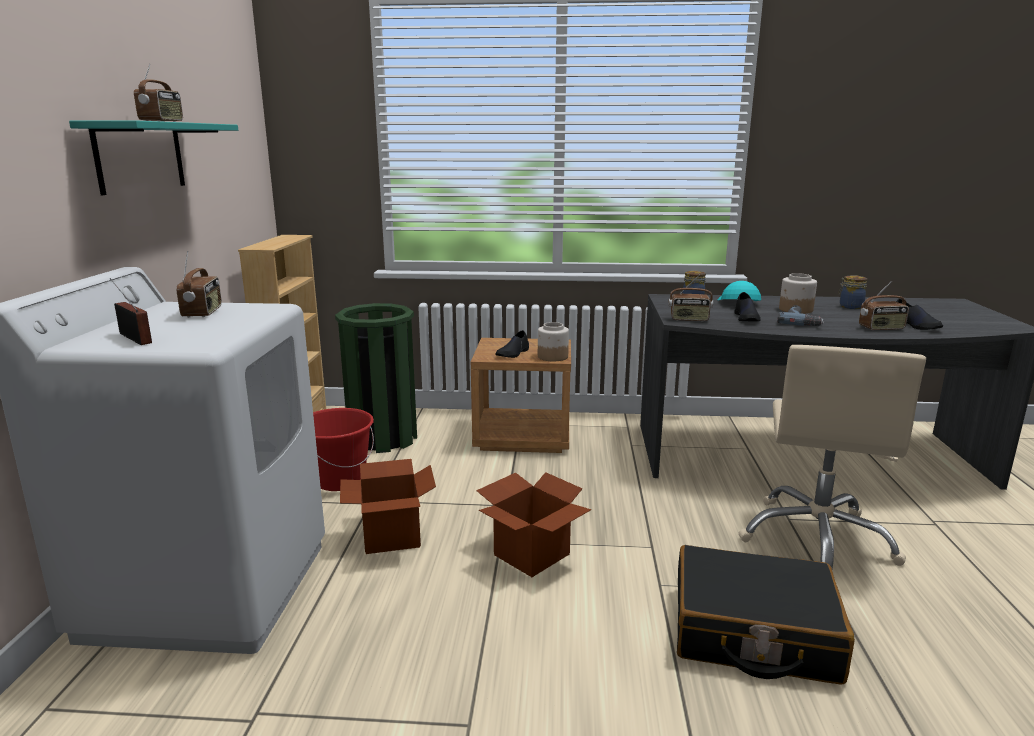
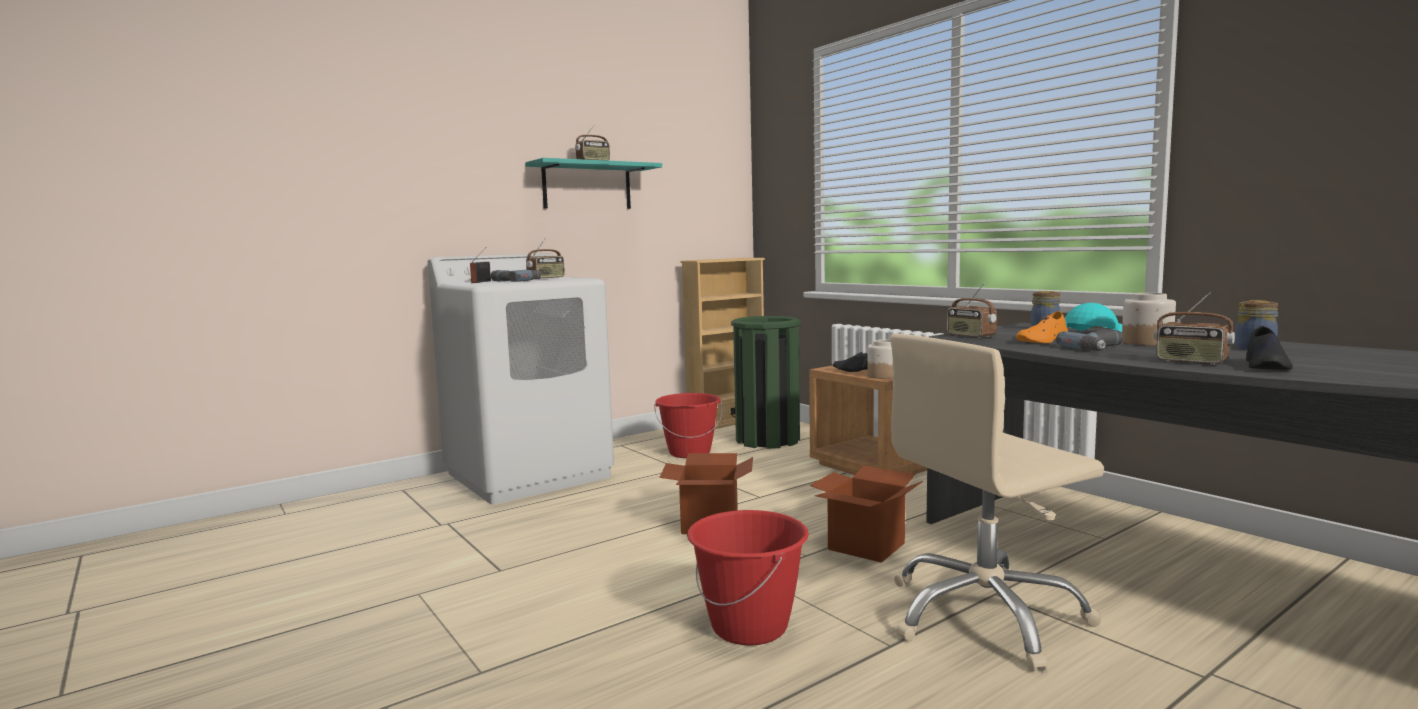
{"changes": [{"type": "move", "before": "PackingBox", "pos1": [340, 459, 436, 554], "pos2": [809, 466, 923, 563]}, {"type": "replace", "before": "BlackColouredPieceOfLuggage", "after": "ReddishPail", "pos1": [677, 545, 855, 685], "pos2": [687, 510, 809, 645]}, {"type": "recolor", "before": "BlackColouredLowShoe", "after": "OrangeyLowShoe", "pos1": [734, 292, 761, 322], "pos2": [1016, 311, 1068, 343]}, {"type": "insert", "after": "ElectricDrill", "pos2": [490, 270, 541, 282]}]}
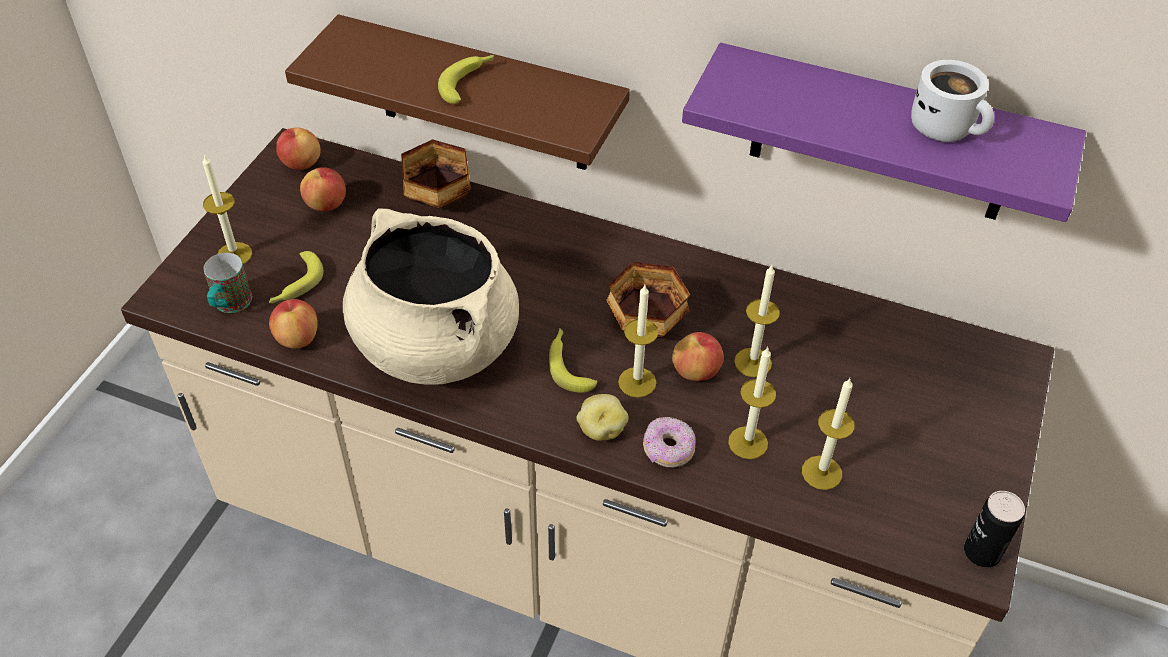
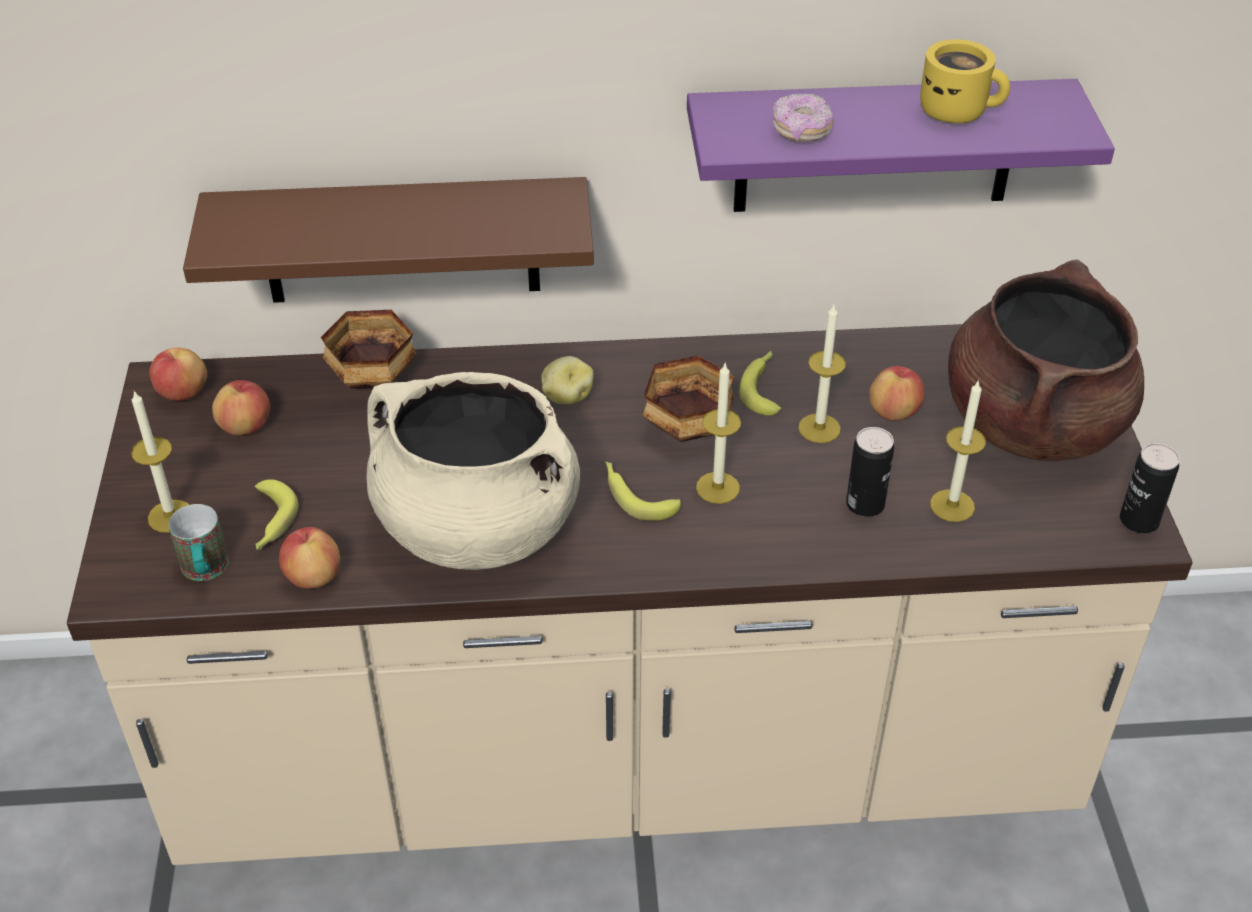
{"changes": [{"type": "move", "before": "BananaFruit", "pos1": [438, 55, 494, 104], "pos2": [739, 351, 781, 416]}, {"type": "move", "before": "WholePotato", "pos1": [576, 394, 629, 441], "pos2": [541, 356, 594, 404]}, {"type": "move", "before": "RingDoughnut", "pos1": [643, 417, 696, 467], "pos2": [773, 94, 833, 142]}, {"type": "move", "before": "Apple", "pos1": [672, 332, 724, 381], "pos2": [869, 366, 925, 421]}, {"type": "replace", "before": "WaxLight", "after": "Can", "pos1": [728, 346, 776, 459], "pos2": [846, 427, 894, 517]}, {"type": "recolor", "before": "WhitishMug", "after": "YellowishMug", "pos1": [911, 60, 994, 142], "pos2": [920, 39, 1010, 123]}, {"type": "insert", "after": "BrownSaucepot", "pos2": [948, 260, 1144, 461]}]}
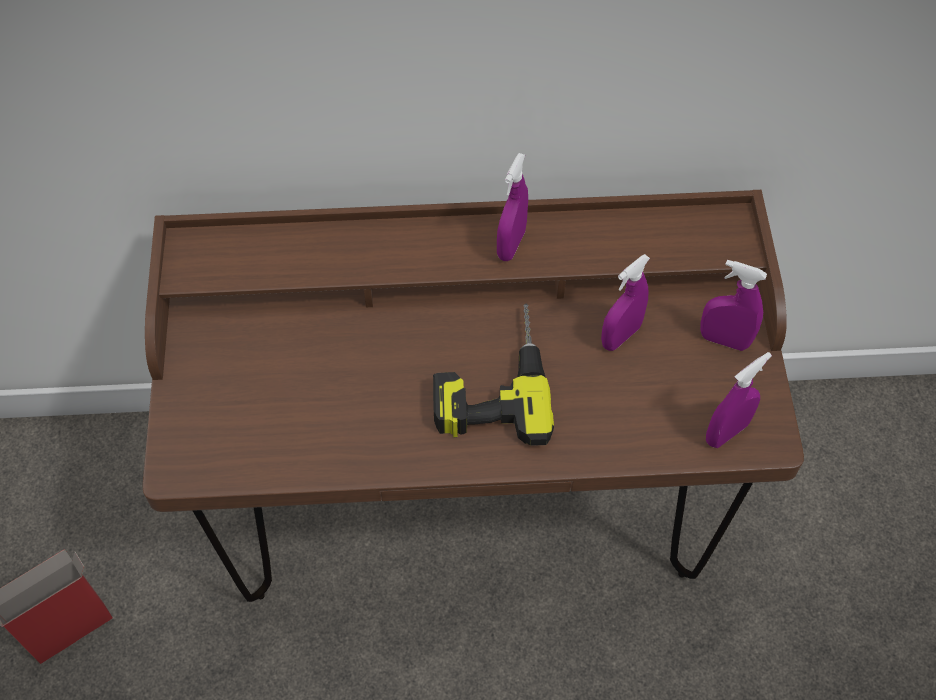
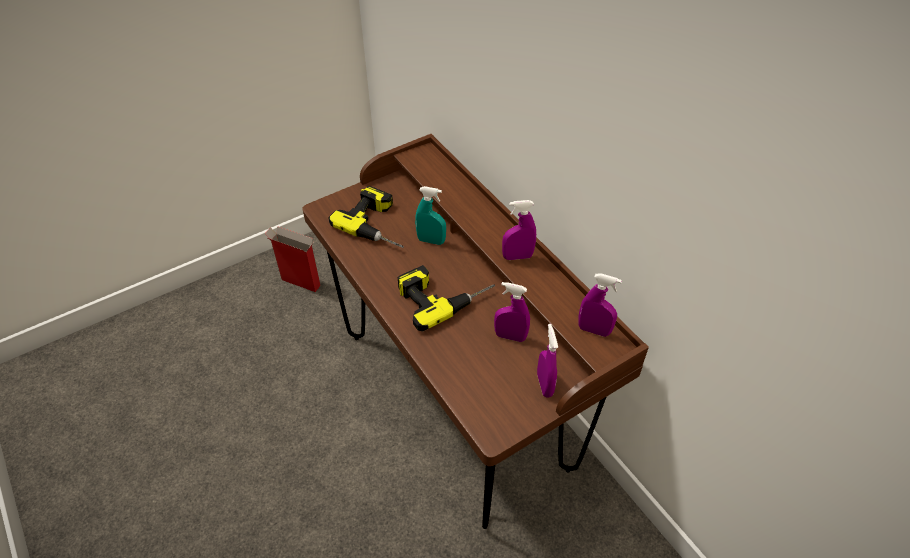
{"changes": [{"type": "move", "before": "PurpleColouredHandSprayer", "pos1": [706, 352, 772, 448], "pos2": [578, 273, 622, 337]}, {"type": "insert", "after": "ElectricDrill", "pos2": [328, 186, 404, 248]}, {"type": "insert", "after": "TurquoiseColouredHandSprayer", "pos2": [415, 186, 446, 245]}]}
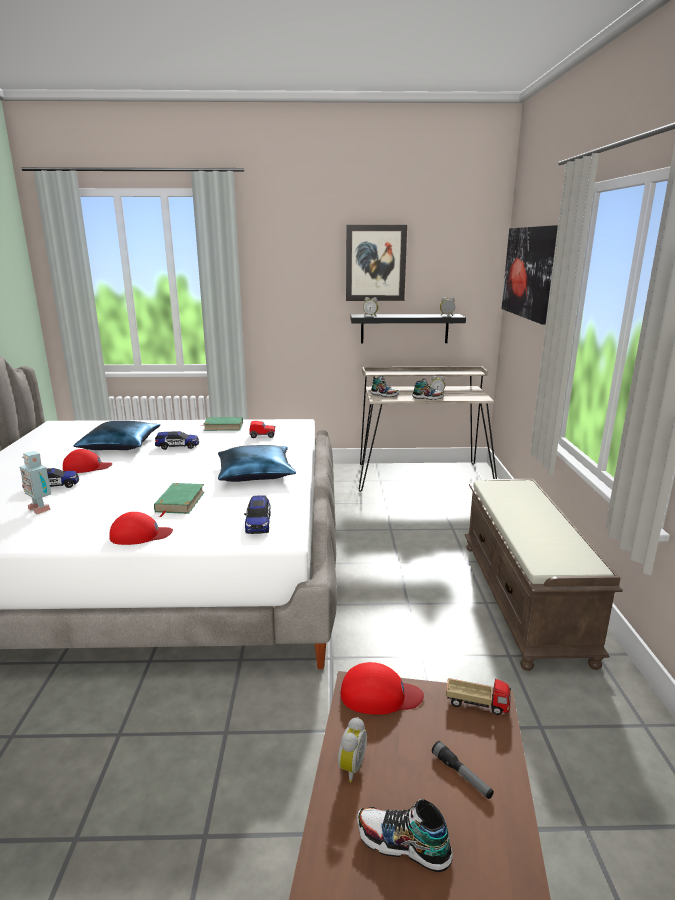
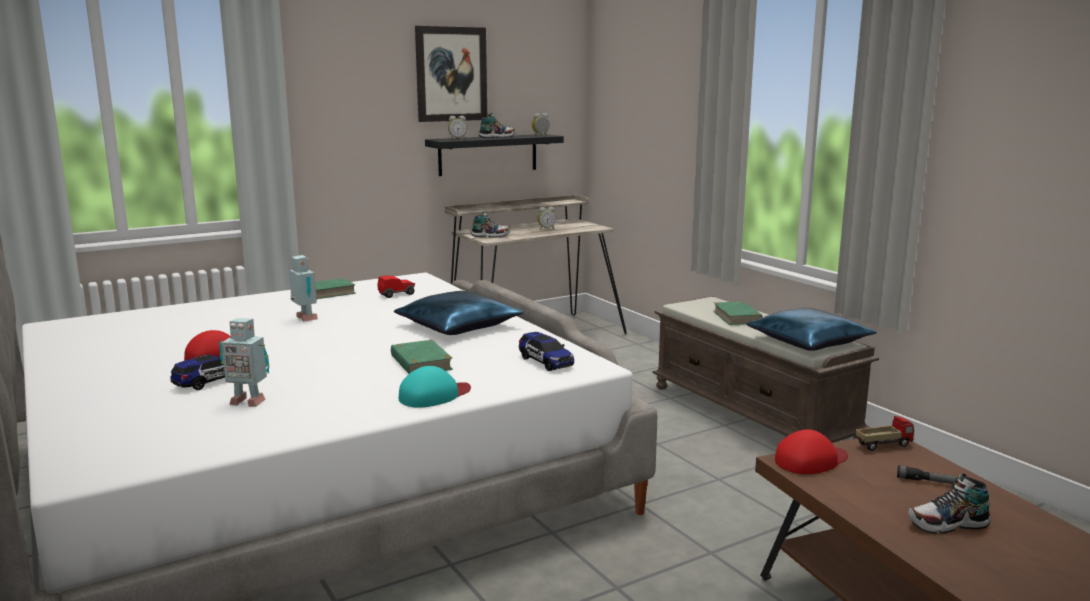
{"changes": [{"type": "move", "before": "BluishPillow", "pos1": [74, 421, 160, 450], "pos2": [746, 308, 877, 351]}, {"type": "recolor", "before": "ReddishBaseballCap", "after": "TurquoiseColouredBaseballCap", "pos1": [109, 512, 173, 545], "pos2": [399, 366, 471, 408]}, {"type": "replace", "before": "ToyCar", "after": "ModelRobot", "pos1": [155, 431, 199, 450], "pos2": [289, 255, 318, 321]}, {"type": "delete", "before": "TableClock", "pos1": [338, 717, 367, 782]}, {"type": "move", "before": "LowShoe", "pos1": [412, 378, 444, 400], "pos2": [479, 113, 516, 138]}, {"type": "delete", "before": "WallArt", "pos1": [502, 225, 558, 325]}, {"type": "insert", "after": "GreenVolume", "pos2": [713, 301, 763, 325]}]}
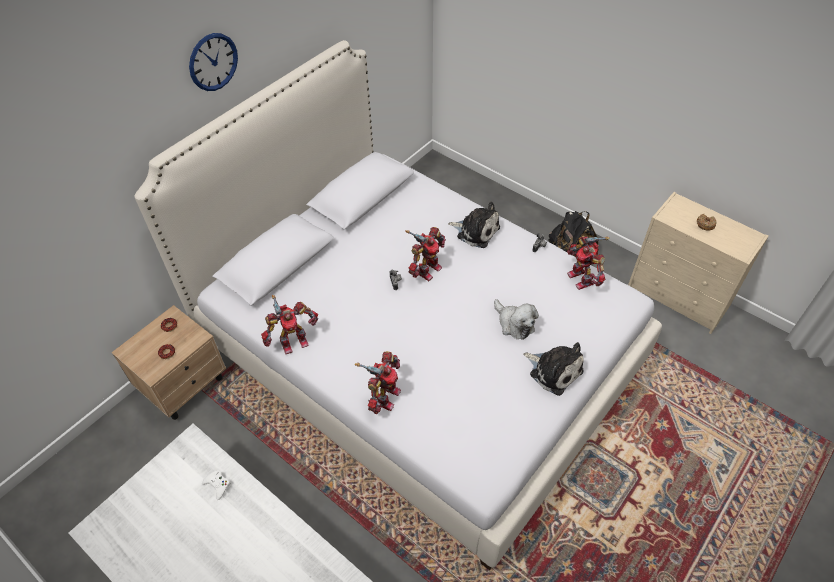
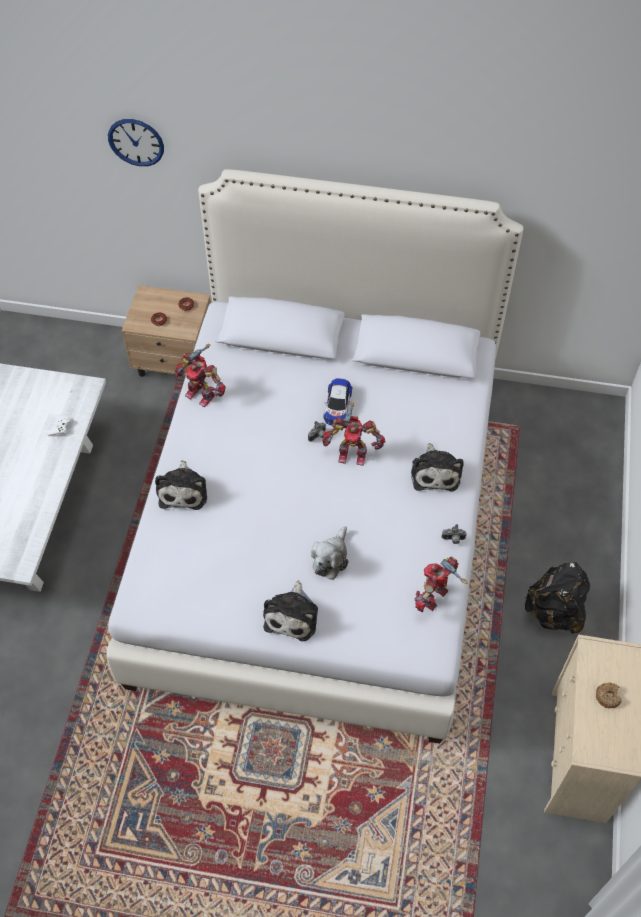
{"changes": [{"type": "move", "before": "ClockOnTheWall", "pos1": [189, 33, 238, 91], "pos2": [108, 119, 164, 166]}, {"type": "replace", "before": "ModelRobot", "after": "CuddlyToy", "pos1": [355, 351, 401, 414], "pos2": [155, 460, 207, 510]}, {"type": "insert", "after": "ToyCar", "pos2": [324, 379, 353, 426]}]}
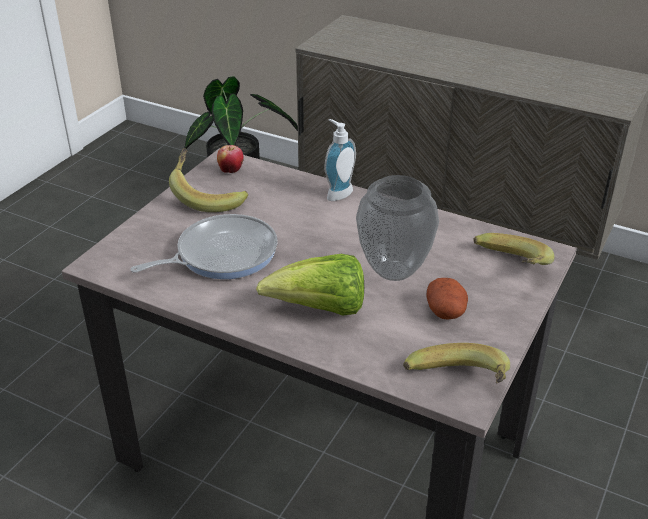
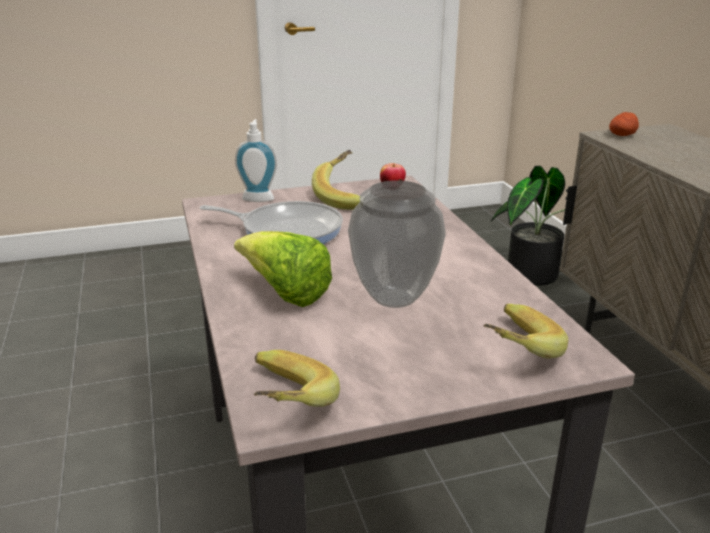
{"changes": [{"type": "move", "before": "SoapDispenser", "pos1": [325, 119, 356, 201], "pos2": [235, 119, 277, 202]}, {"type": "move", "before": "WholePotato", "pos1": [426, 278, 468, 319], "pos2": [609, 112, 639, 136]}]}
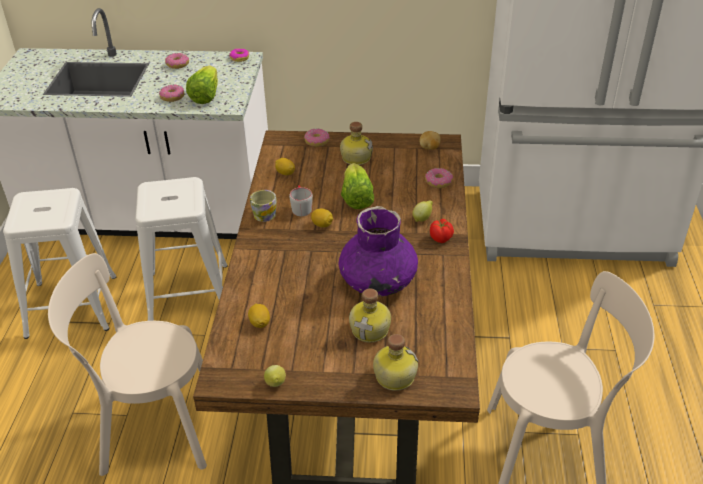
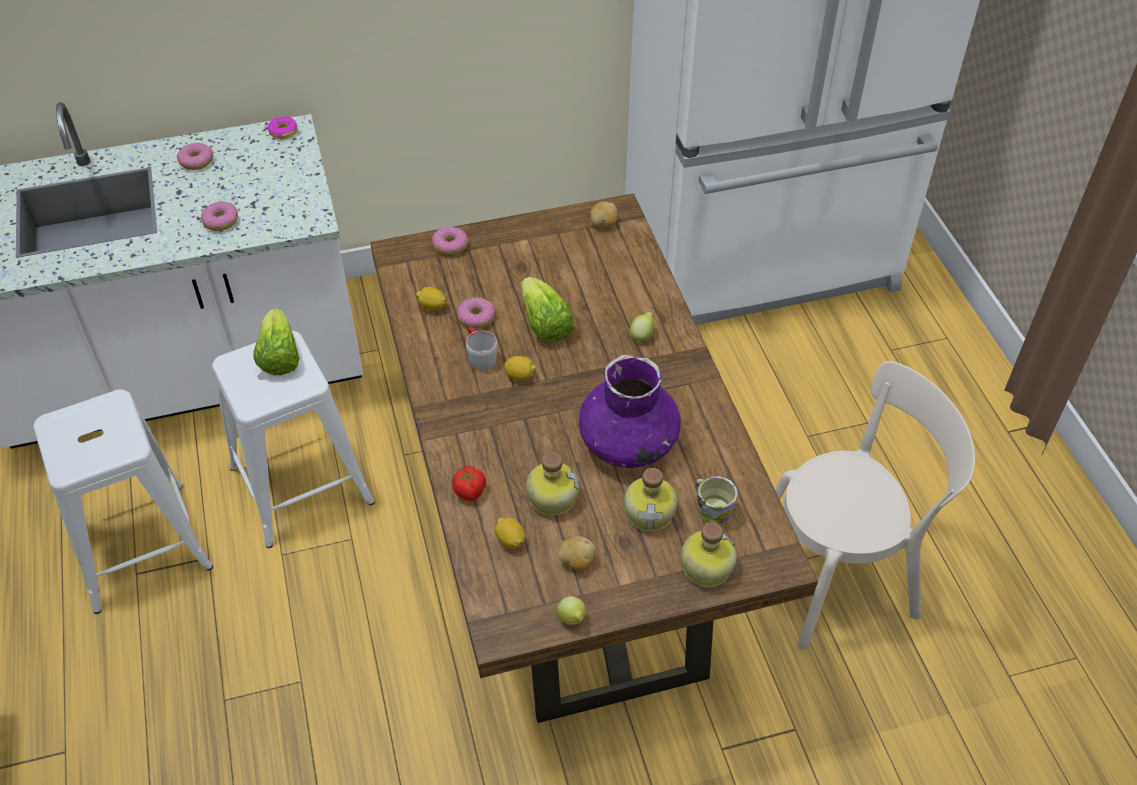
{"changes": [{"type": "delete", "before": "BeigePlainChair", "pos1": [48, 253, 207, 476]}, {"type": "move", "before": "LettuceHead", "pos1": [186, 66, 218, 104], "pos2": [253, 309, 299, 375]}, {"type": "move", "before": "Mug", "pos1": [250, 190, 277, 222], "pos2": [695, 476, 737, 524]}, {"type": "move", "before": "BeverageBottle", "pos1": [340, 122, 373, 165], "pos2": [526, 452, 579, 516]}, {"type": "move", "before": "RingDoughnut", "pos1": [425, 168, 453, 188], "pos2": [457, 297, 495, 329]}, {"type": "move", "before": "Tomato", "pos1": [430, 219, 454, 243], "pos2": [452, 466, 486, 501]}, {"type": "insert", "after": "WholePotato", "pos2": [558, 536, 595, 571]}]}
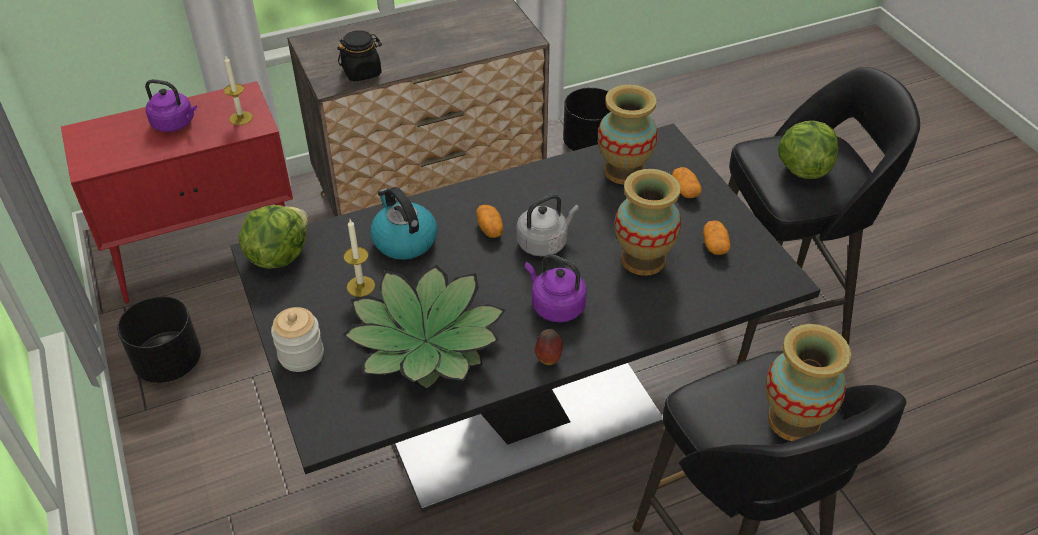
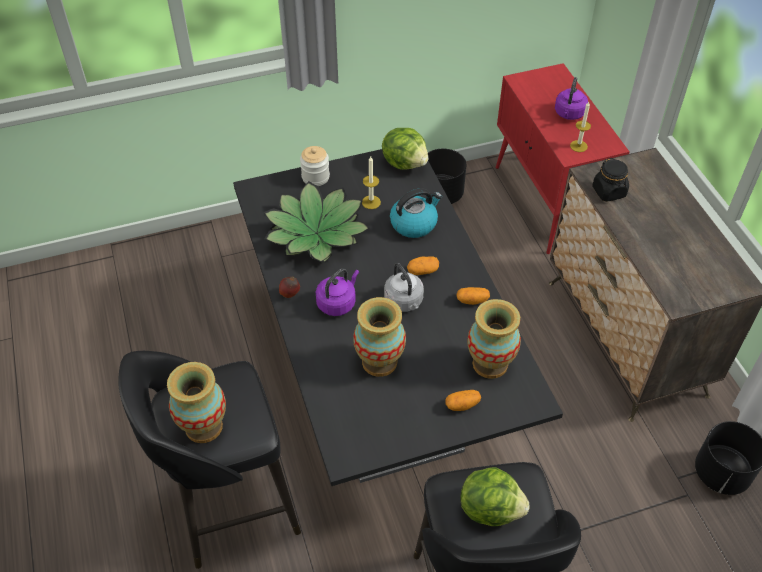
{"changes": [{"type": "move", "before": "WholePotato", "pos1": [703, 220, 730, 255], "pos2": [456, 287, 490, 305]}]}
